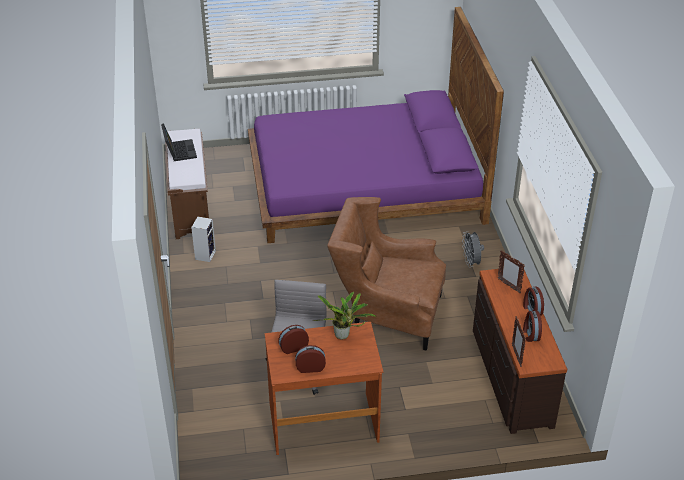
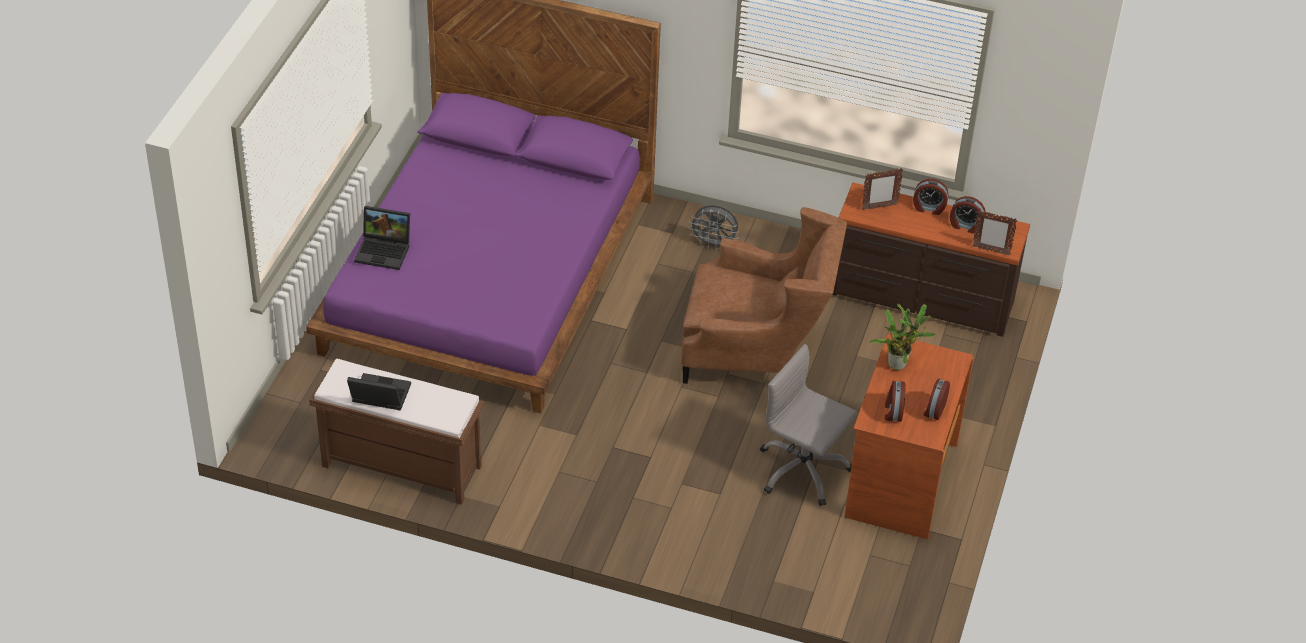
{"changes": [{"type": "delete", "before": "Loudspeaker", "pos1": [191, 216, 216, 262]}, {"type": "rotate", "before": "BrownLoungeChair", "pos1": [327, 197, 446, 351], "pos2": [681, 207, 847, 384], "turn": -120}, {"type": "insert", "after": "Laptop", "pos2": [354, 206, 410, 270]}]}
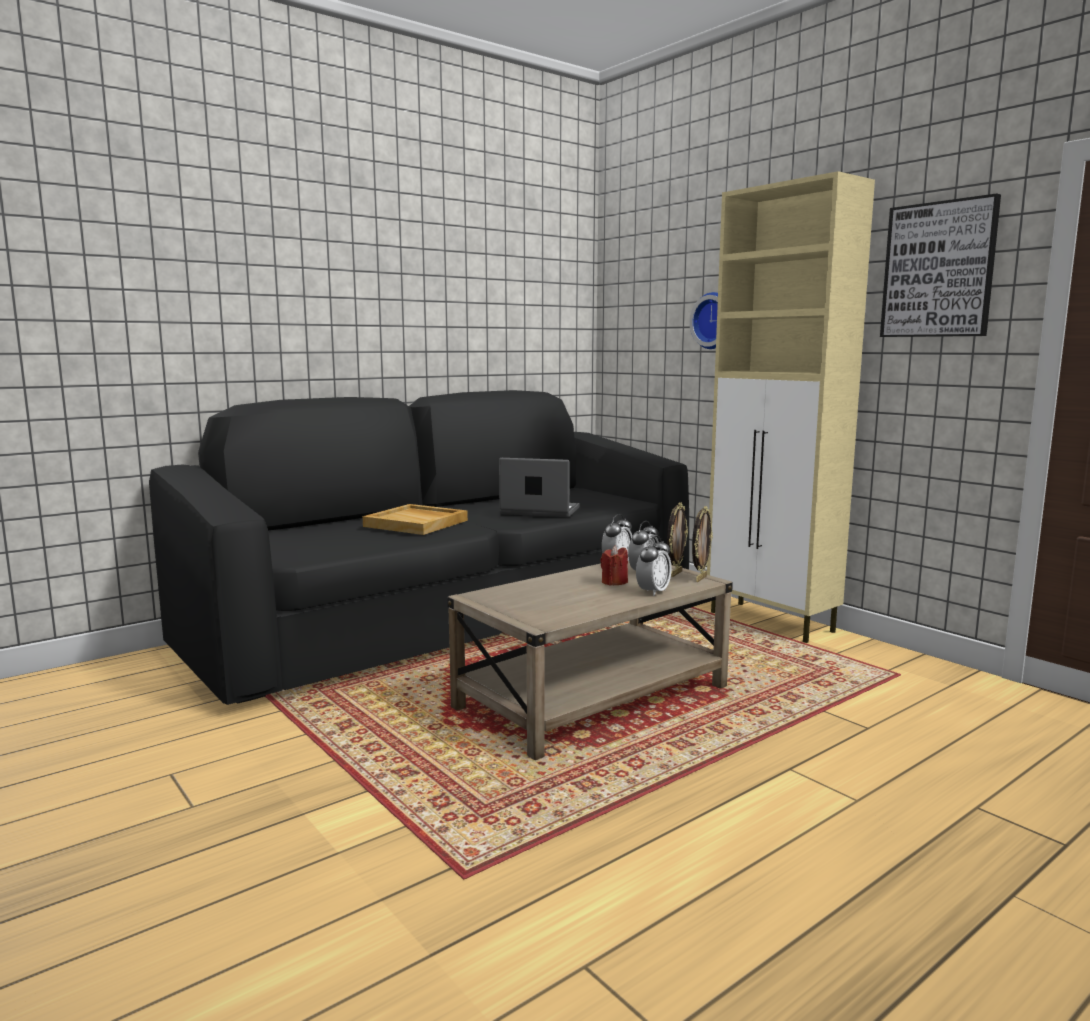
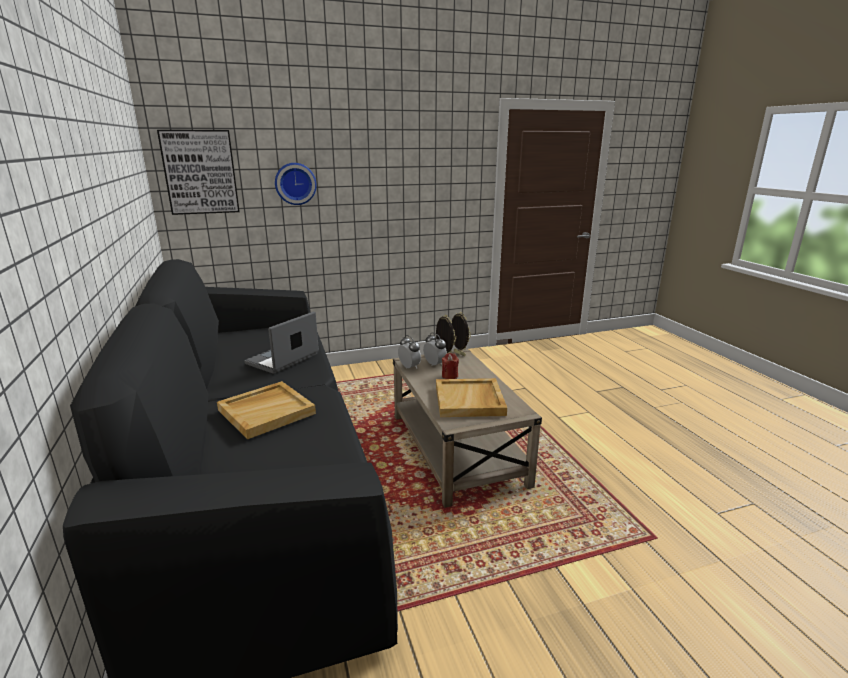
{"changes": [{"type": "delete", "before": "TableClock", "pos1": [636, 536, 671, 596]}, {"type": "delete", "before": "BeigeCupboard", "pos1": [707, 171, 875, 643]}, {"type": "move", "before": "WallArt", "pos1": [880, 193, 1001, 337], "pos2": [157, 130, 240, 215]}, {"type": "insert", "after": "BeigeServingTray", "pos2": [436, 378, 507, 417]}]}
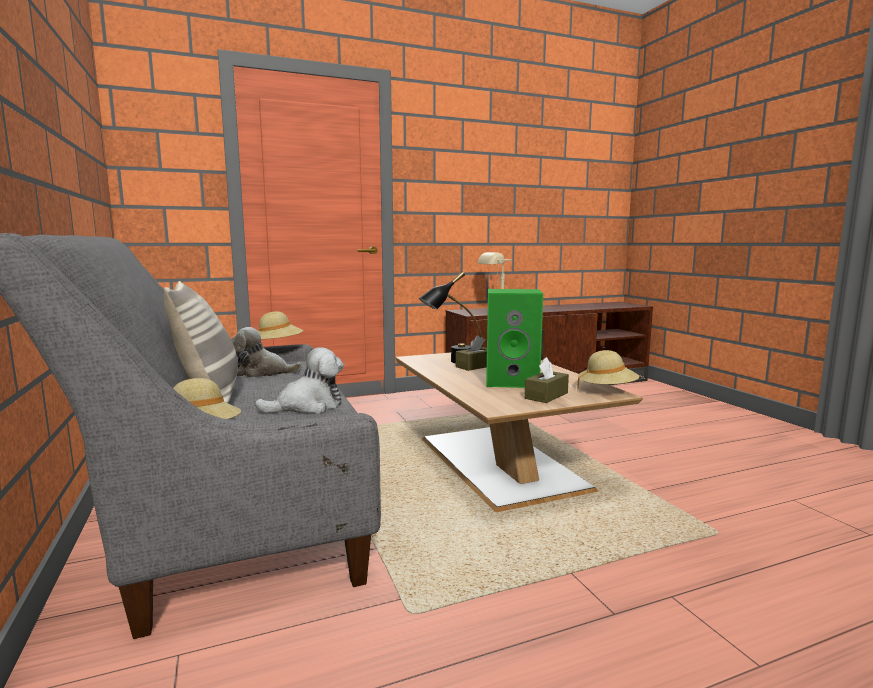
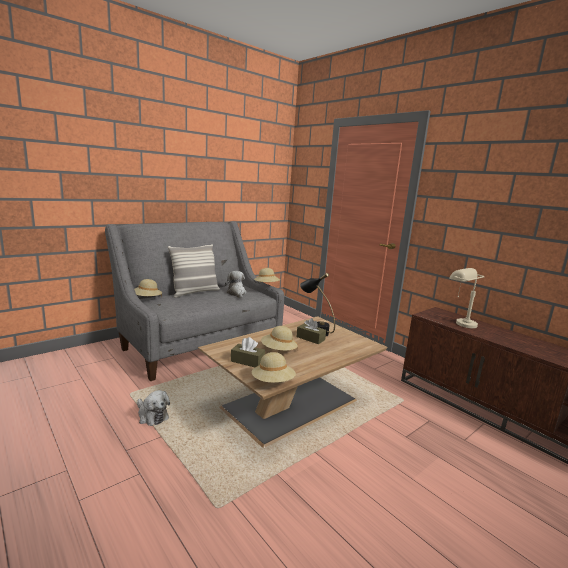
{"changes": [{"type": "move", "before": "CuddlyToy", "pos1": [255, 347, 344, 413], "pos2": [137, 390, 170, 426]}, {"type": "replace", "before": "GreenLoudspeaker", "after": "BeigeHat", "pos1": [486, 289, 543, 388], "pos2": [261, 326, 298, 351]}]}
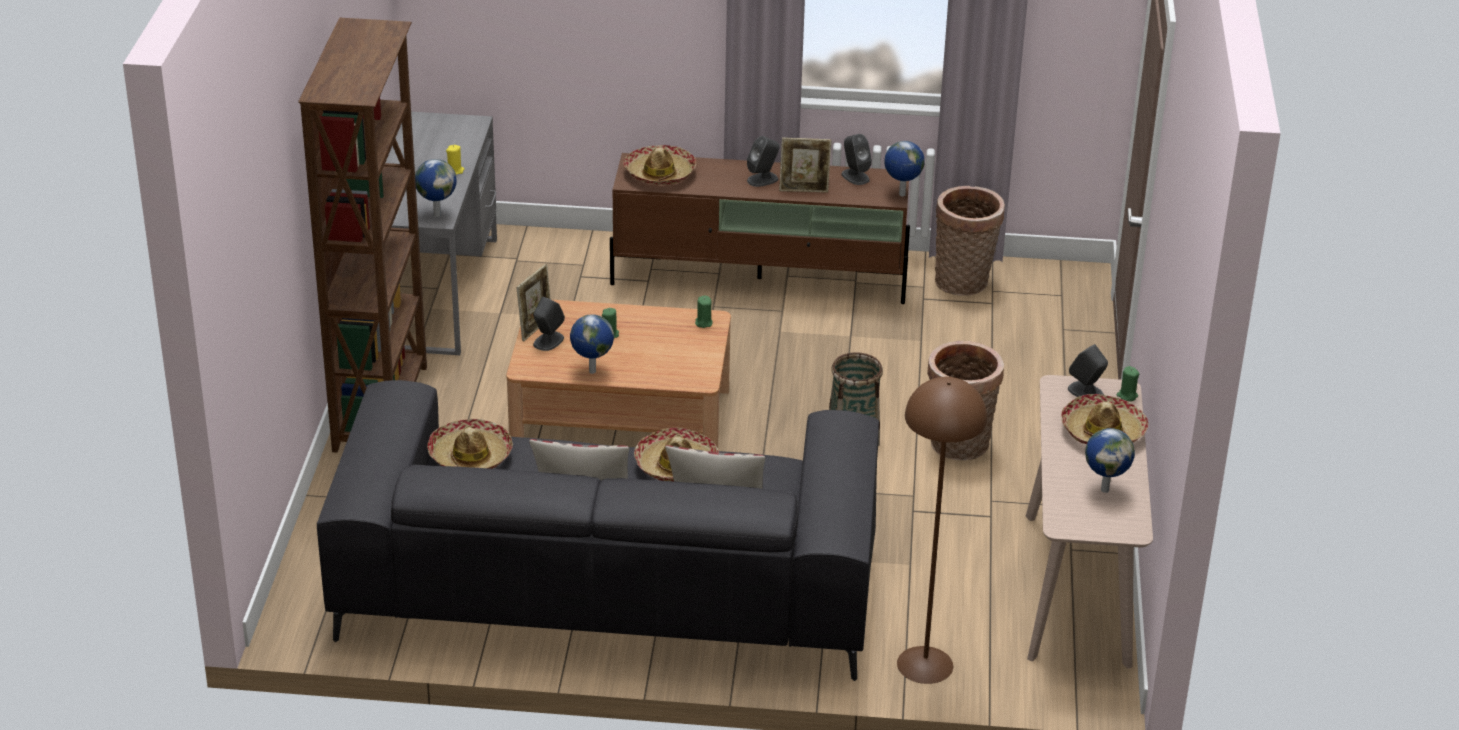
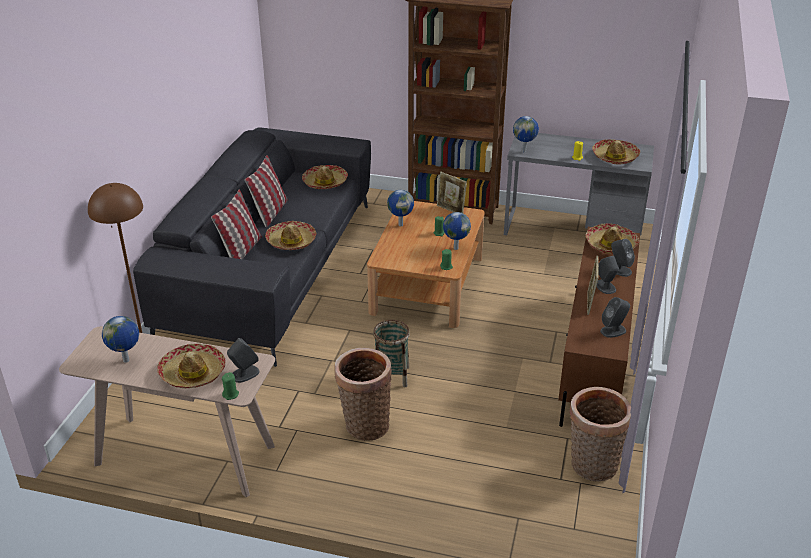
{"changes": [{"type": "move", "before": "GreyishLoudspeaker", "pos1": [533, 297, 565, 351], "pos2": [611, 239, 635, 277]}, {"type": "move", "before": "Globe", "pos1": [885, 141, 925, 196], "pos2": [443, 212, 471, 250]}, {"type": "insert", "after": "Hat", "pos2": [592, 139, 640, 164]}]}
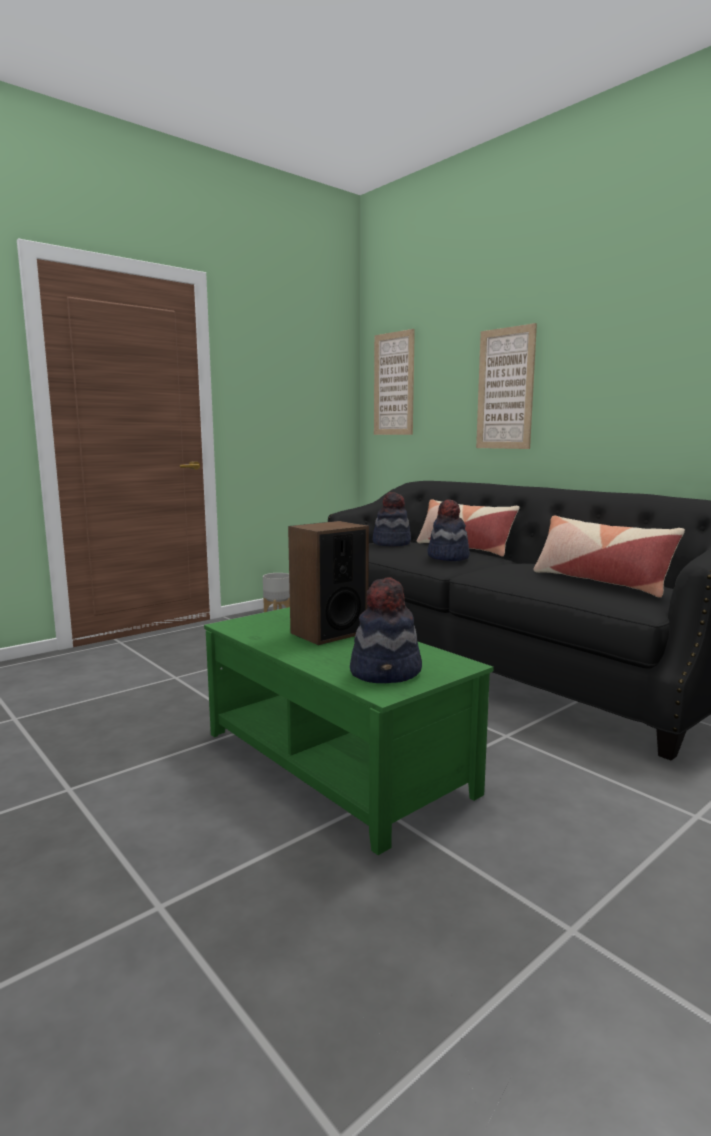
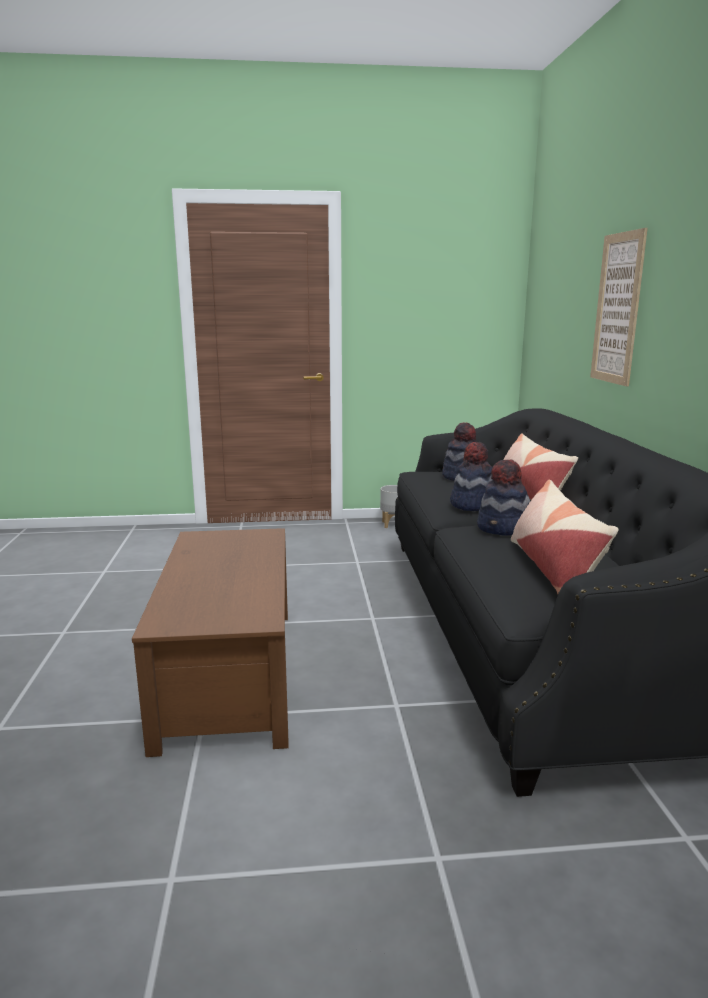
{"changes": [{"type": "recolor", "before": "GreenLowTable", "after": "BrownLowTable", "pos1": [204, 607, 494, 855], "pos2": [132, 528, 289, 757]}, {"type": "delete", "before": "Loudspeaker", "pos1": [288, 521, 369, 645]}, {"type": "move", "before": "Hat", "pos1": [350, 577, 422, 683], "pos2": [477, 460, 530, 536]}, {"type": "delete", "before": "WallArt", "pos1": [374, 329, 415, 435]}]}
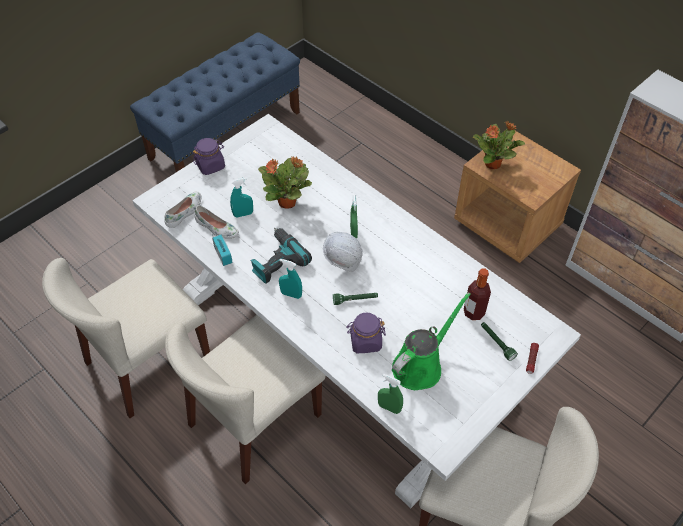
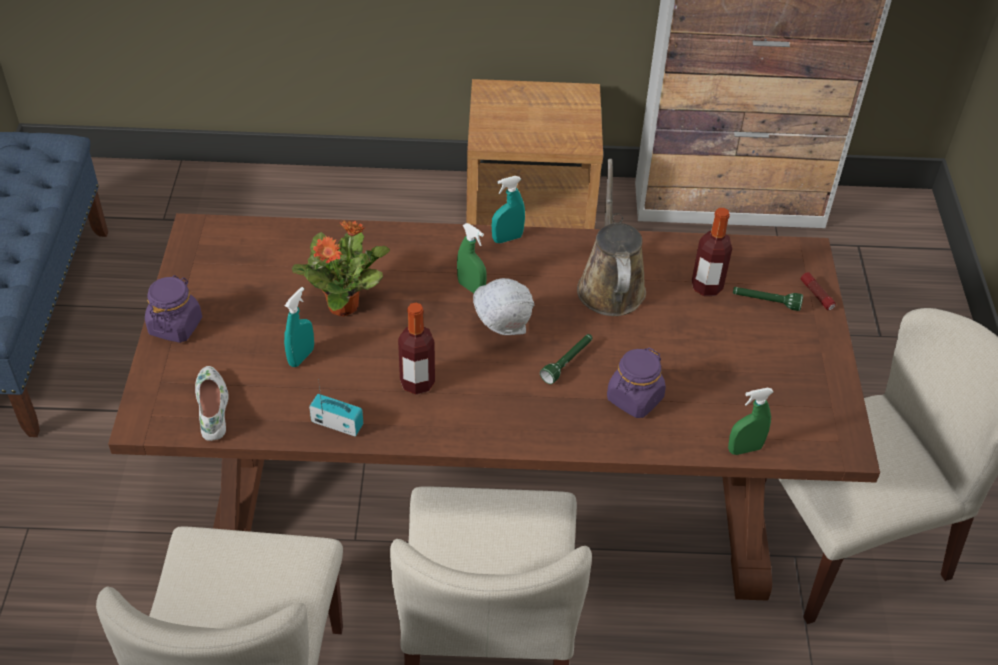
{"changes": [{"type": "recolor", "before": "WhitishDiningTable", "after": "BrownDiningTable", "pos1": [132, 114, 581, 508], "pos2": [108, 213, 880, 601]}, {"type": "delete", "before": "WhitishLowShoe", "pos1": [195, 205, 239, 239]}, {"type": "replace", "before": "ElectricDrill", "after": "BeverageBottle", "pos1": [251, 228, 312, 284], "pos2": [398, 303, 435, 394]}, {"type": "move", "before": "TurquoiseColouredHandSprayer", "pos1": [279, 259, 302, 299], "pos2": [492, 176, 525, 243]}, {"type": "delete", "before": "GreenWateringCan", "pos1": [392, 292, 471, 390]}, {"type": "delete", "before": "Houseplant", "pos1": [473, 121, 525, 169]}, {"type": "insert", "after": "BrownWateringCan", "pos2": [577, 159, 646, 316]}]}
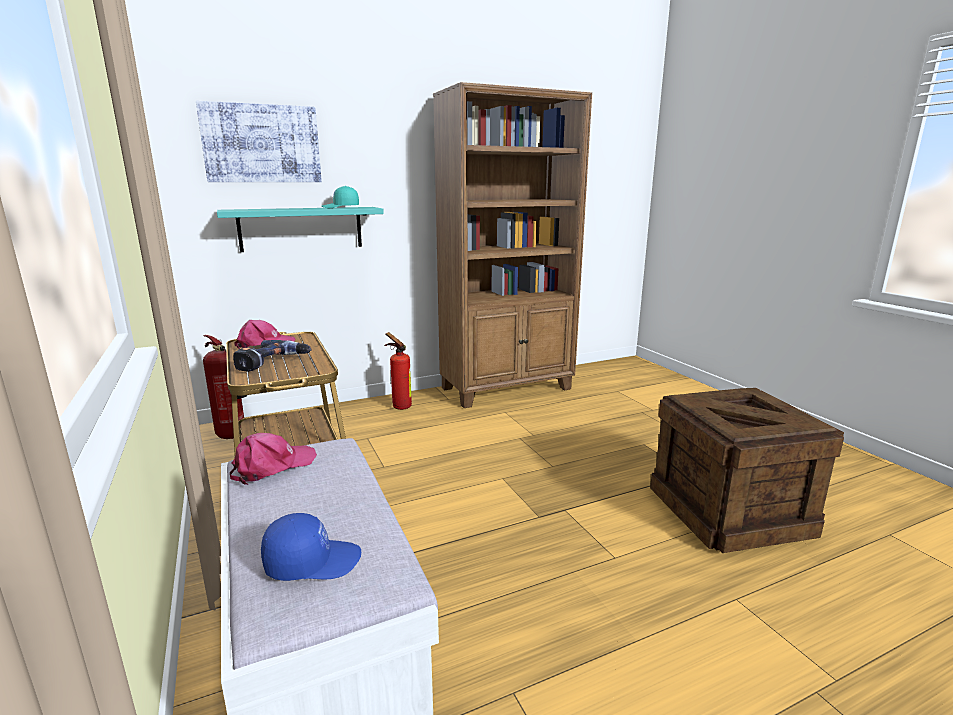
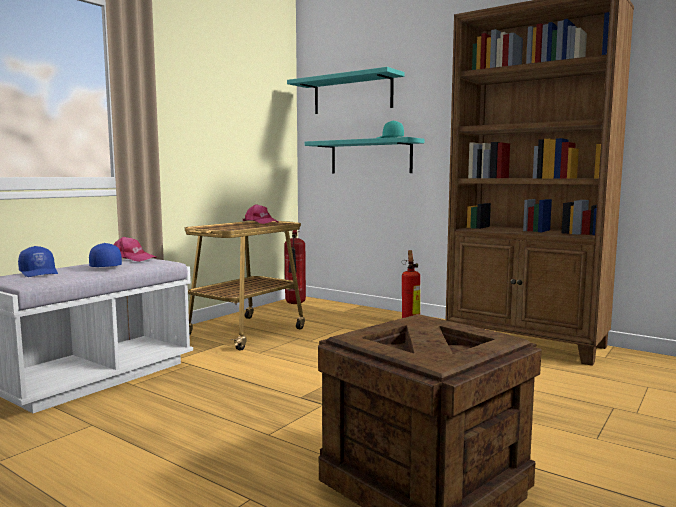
{"changes": [{"type": "replace", "before": "WallArt", "after": "TurquoiseColouredBracketShelf", "pos1": [196, 101, 322, 182], "pos2": [287, 67, 405, 114]}, {"type": "delete", "before": "ElectricDrill", "pos1": [233, 340, 312, 372]}, {"type": "insert", "after": "BluishBaseballCap", "pos2": [89, 243, 122, 267]}]}
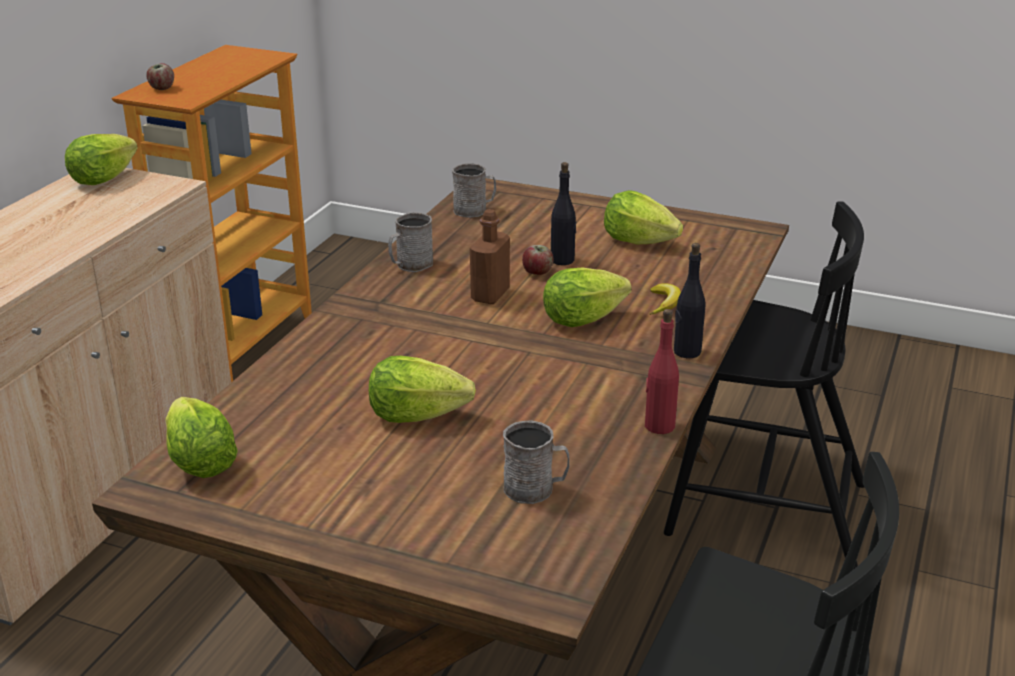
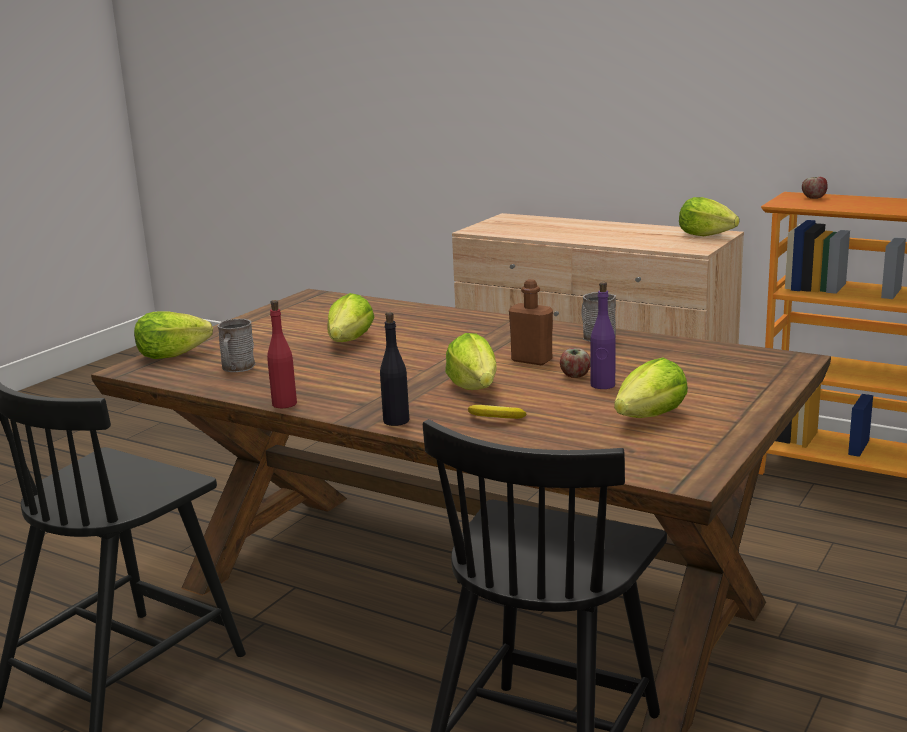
{"changes": [{"type": "move", "before": "LettuceHead", "pos1": [165, 397, 238, 478], "pos2": [134, 311, 213, 359]}, {"type": "delete", "before": "GreyishMug", "pos1": [452, 163, 496, 218]}, {"type": "recolor", "before": "BlackColouredBeverageBottle", "after": "PurpleColouredBeverageBottle", "pos1": [551, 162, 577, 265], "pos2": [591, 282, 616, 389]}]}
